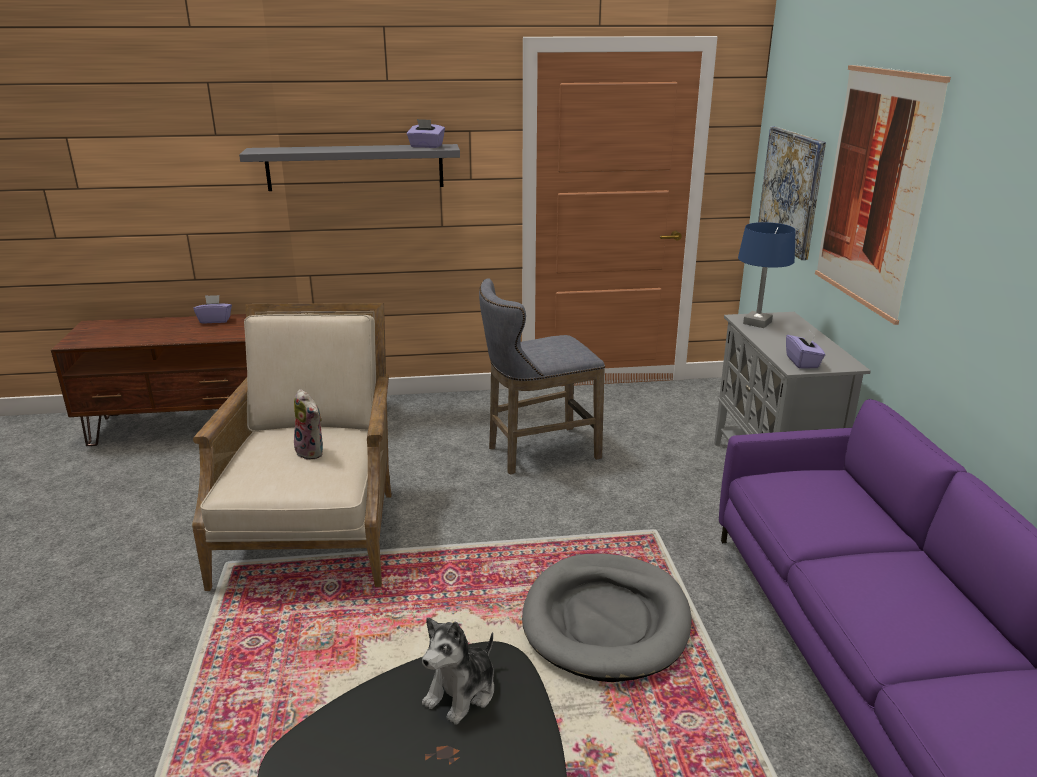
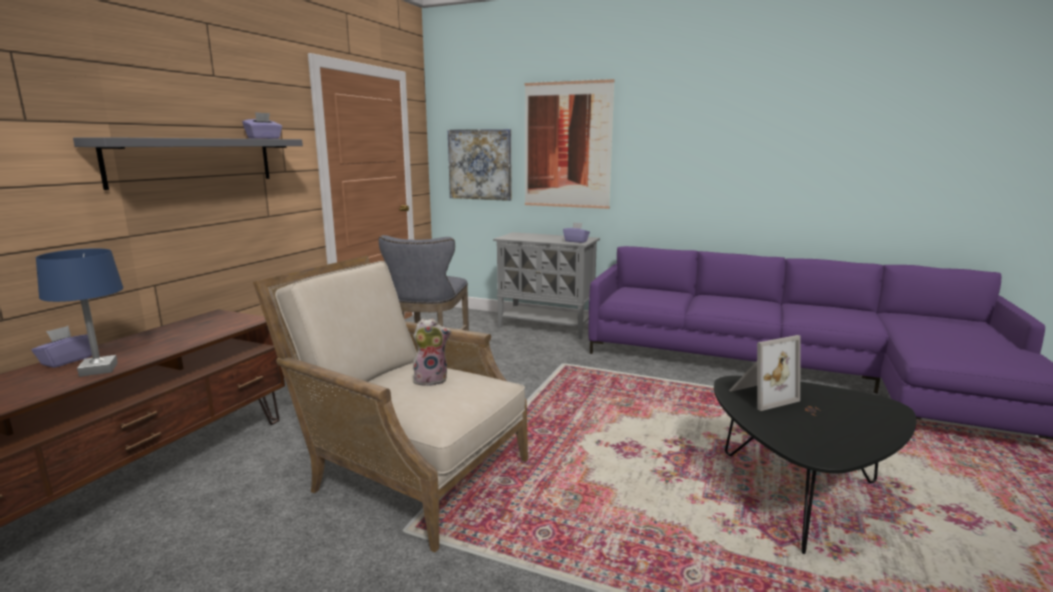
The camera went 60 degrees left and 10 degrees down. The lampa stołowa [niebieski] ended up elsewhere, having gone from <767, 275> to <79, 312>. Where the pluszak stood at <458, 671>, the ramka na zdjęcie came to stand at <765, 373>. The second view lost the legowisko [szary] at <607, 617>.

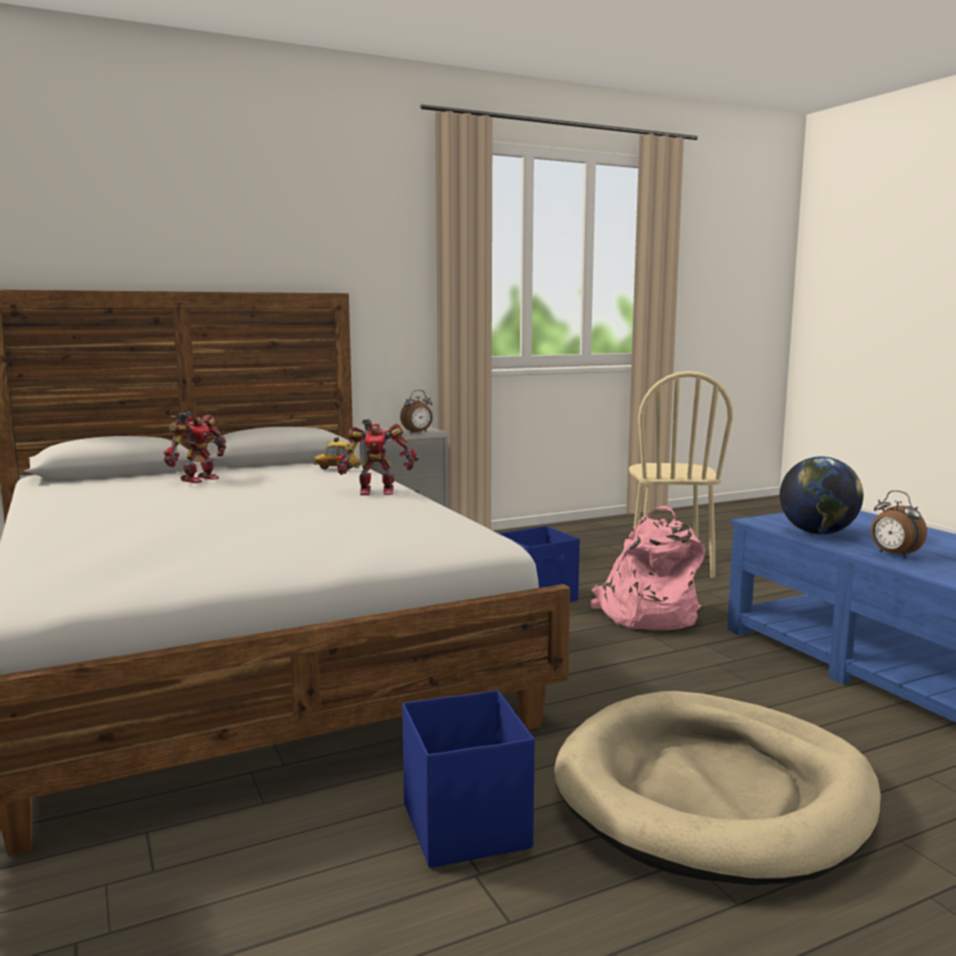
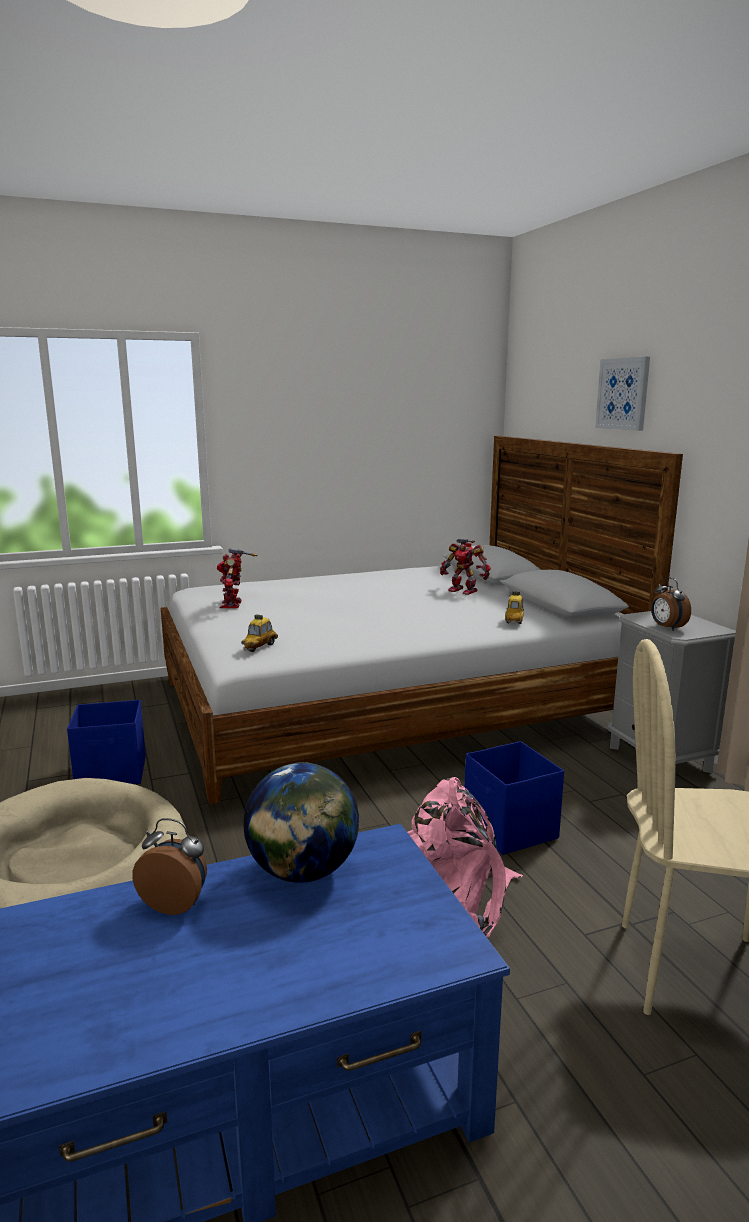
The camera went 95 degrees right and 5 degrees up. The budzik at <899, 524> ended up facing another way, 45 degrees clockwise from before. The robot zabawkowy ended up elsewhere, having gone from <377, 457> to <237, 578>. The second view gained the samochodzik at <259, 633>. The second view gained the obraz at <622, 394>.

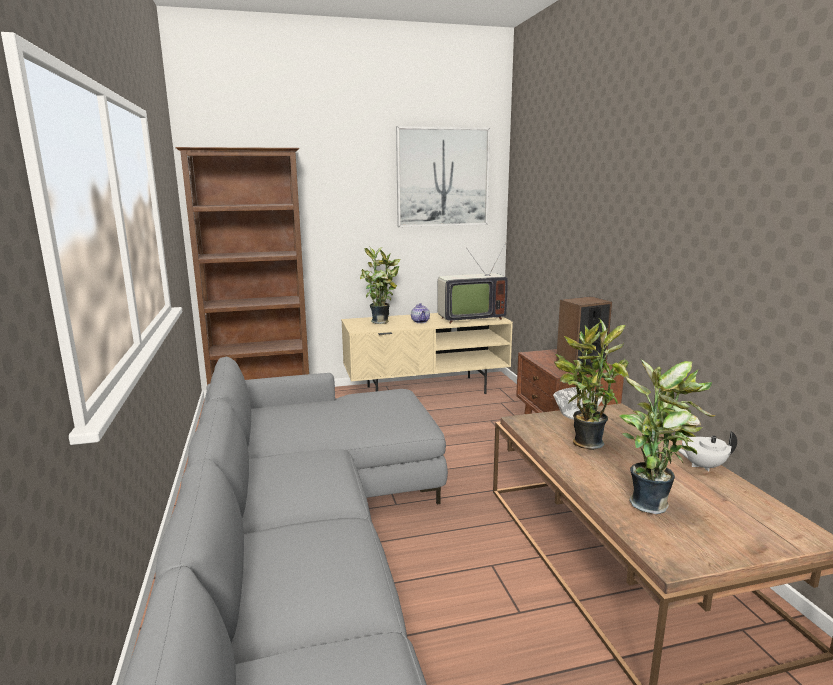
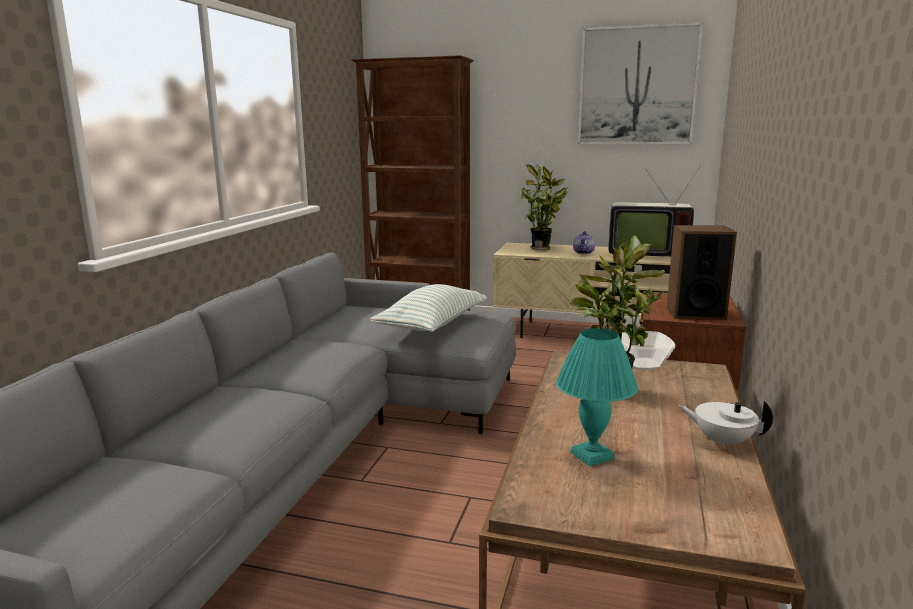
The camera went 30 degrees right and 0 degrees up. The second view gained the poduszka at <428, 308>. Where the roślina doniczkowa stood at <667, 436>, the lampa stołowa [turkusowy] came to stand at <597, 397>.

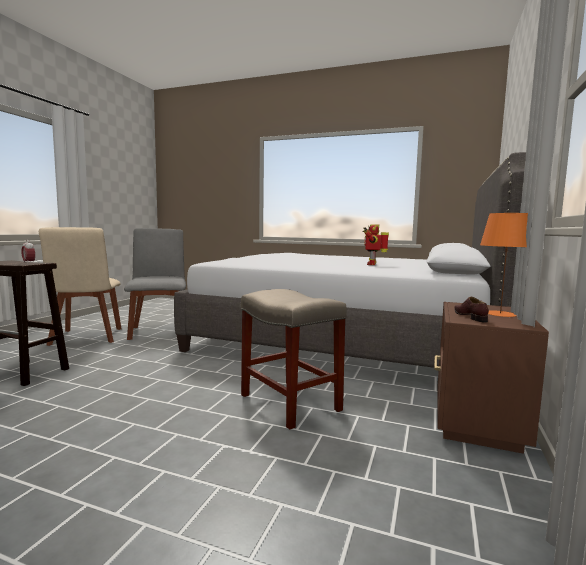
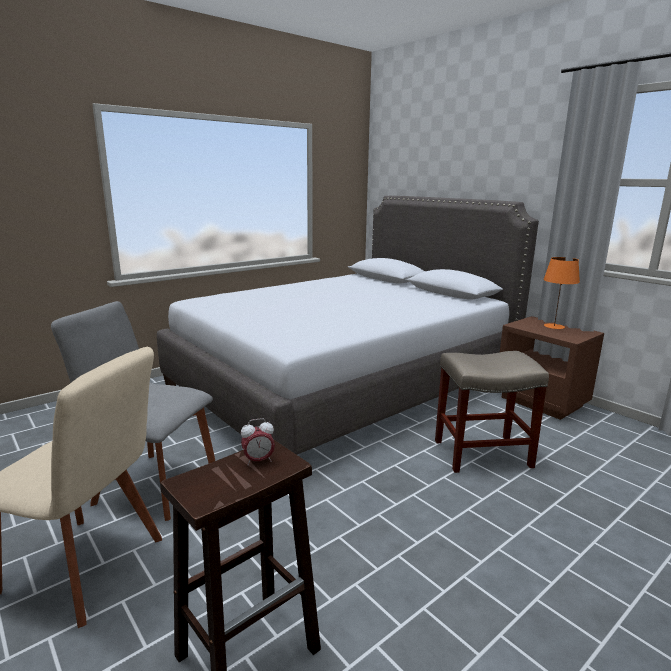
The camera went 60 degrees left and 10 degrees up. The second view lost the robot zabawkowy at <376, 244>. The second view lost the but [brązowy] at <471, 310>.

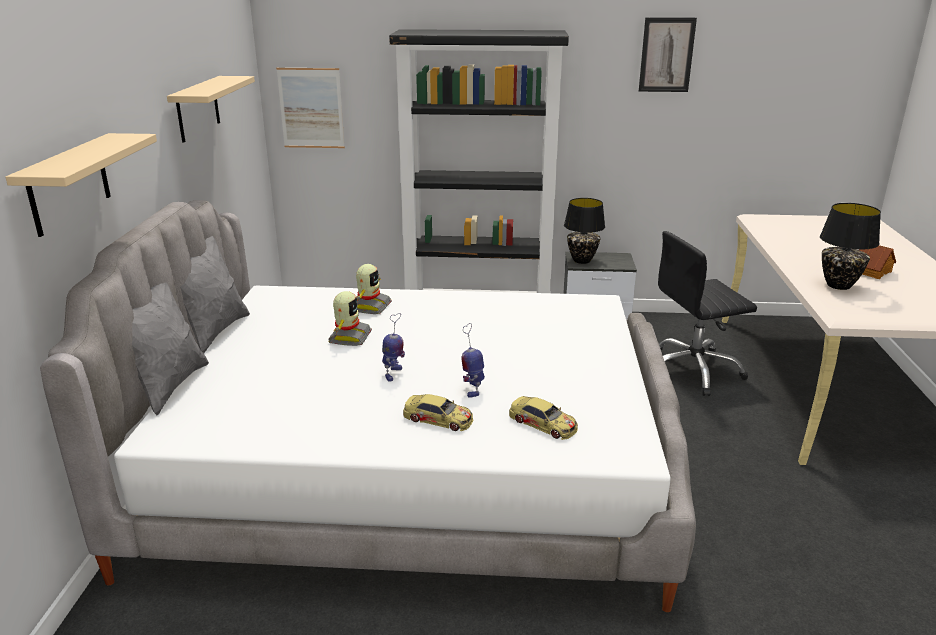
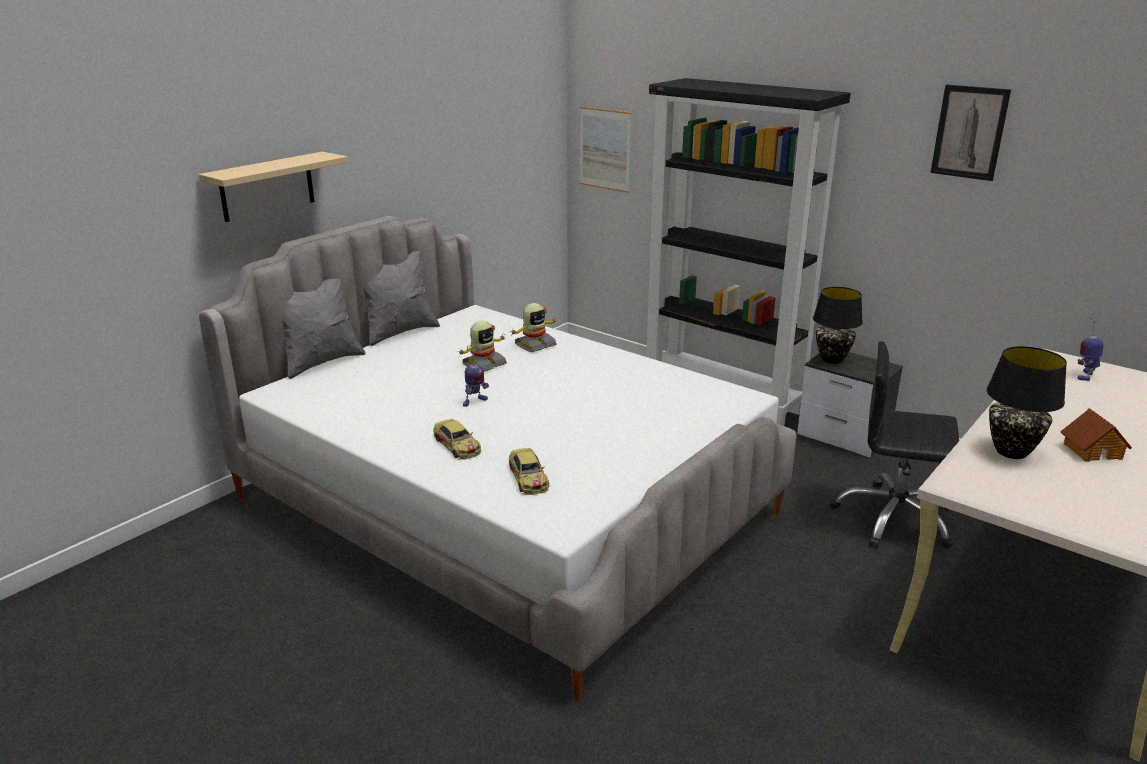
The camera went 35 degrees right and 0 degrees up. The robot zabawkowy ended up elsewhere, having gone from <473, 360> to <1090, 346>. The second view lost the półka [beżowy] at <211, 109>.

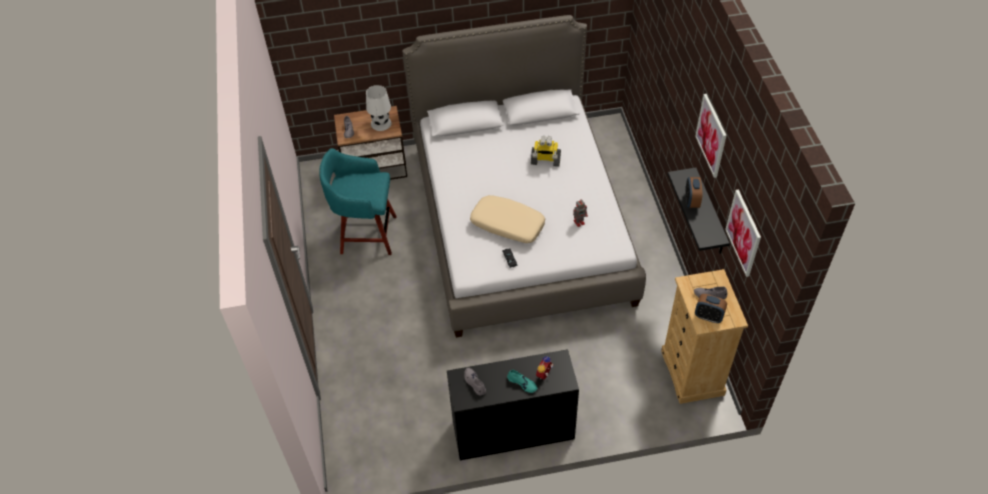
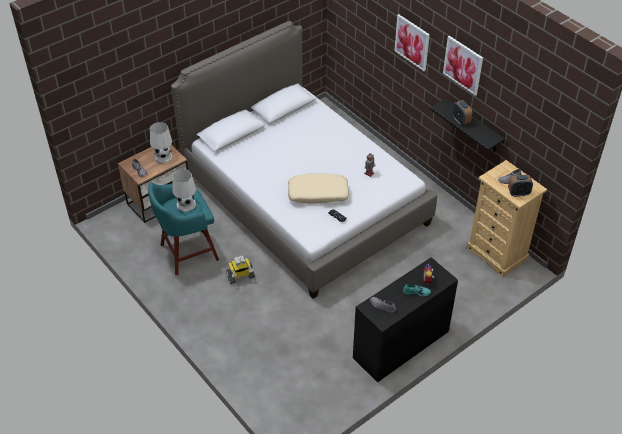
The camera went 30 degrees left and 5 degrees down. The second view gained the lampa stołowa [biały] at <184, 190>. The robot zabawkowy ended up elsewhere, having gone from <546, 151> to <240, 269>. The obraz ended up elsewhere, having gone from <743, 233> to <412, 42>.

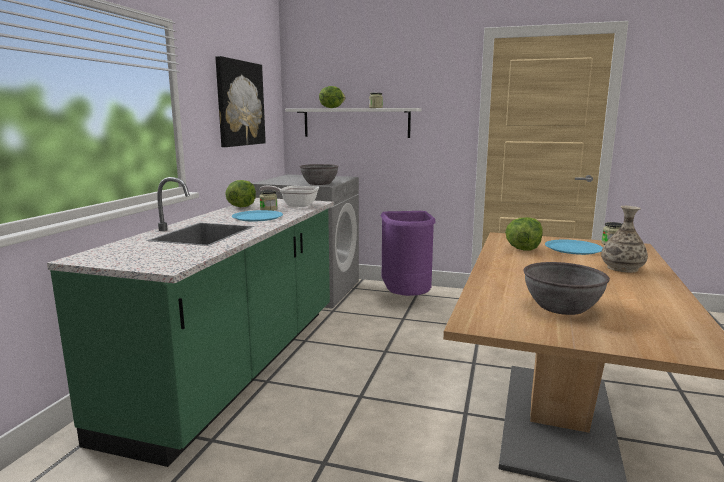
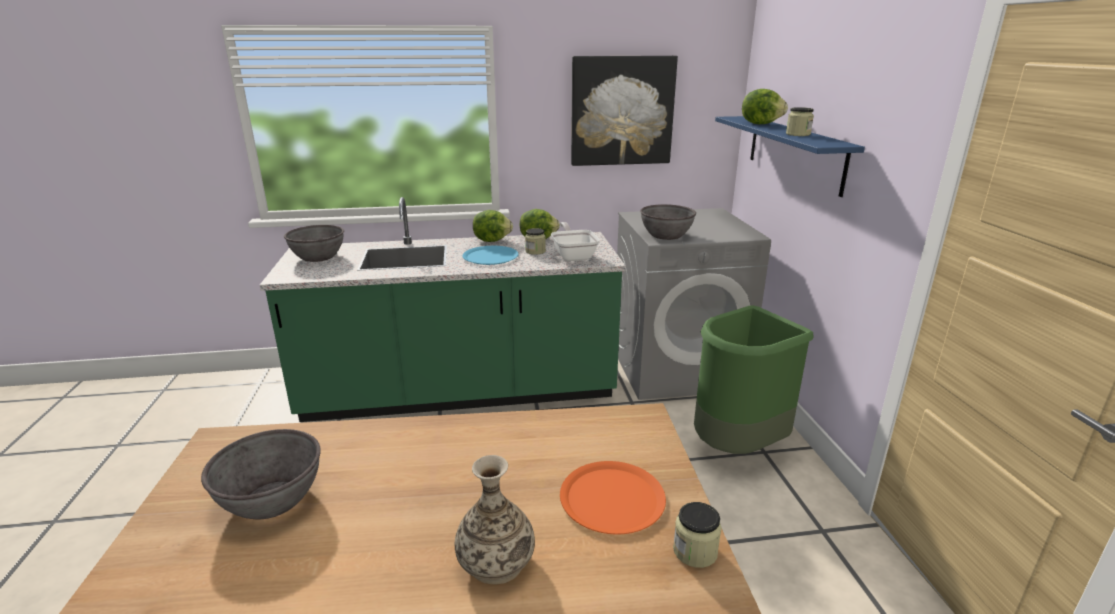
The camera went 65 degrees right and 10 degrees up. The second view gained the miska [szary] at <314, 243>. The sałata ended up elsewhere, having gone from <524, 234> to <493, 226>. What was the talerz [niebieski] at <574, 247> turned into the talerz [pomarańczowy] at <613, 497>. What was the kosz na śmieci [fioletowy] at <408, 253> turned into the kosz na śmieci [zielony] at <753, 379>. What was the półka [biały] at <353, 123> turned into the półka [niebieski] at <790, 156>.

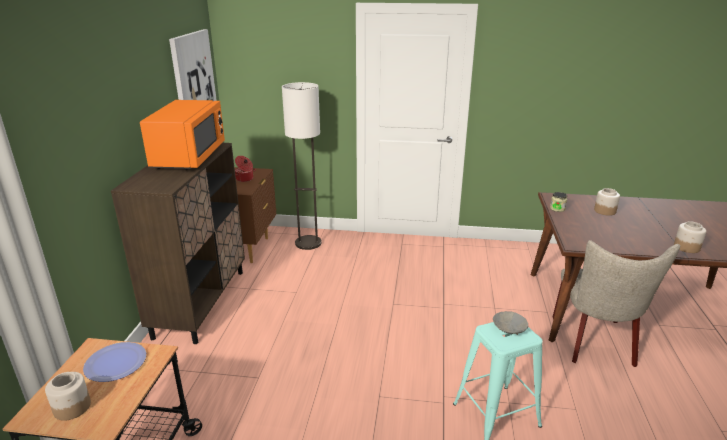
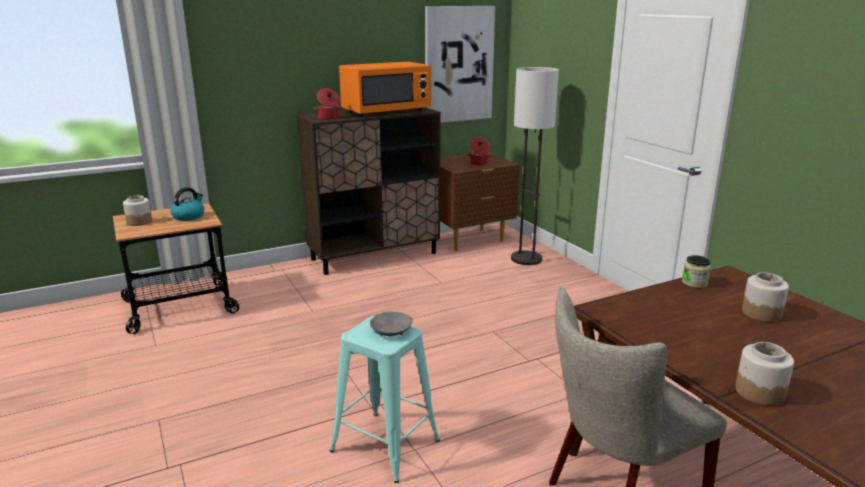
The camera went 55 degrees right and 5 degrees down. Where the talerz stood at <114, 362>, the czajnik came to stand at <187, 204>. The second view gained the garnek at <328, 104>.

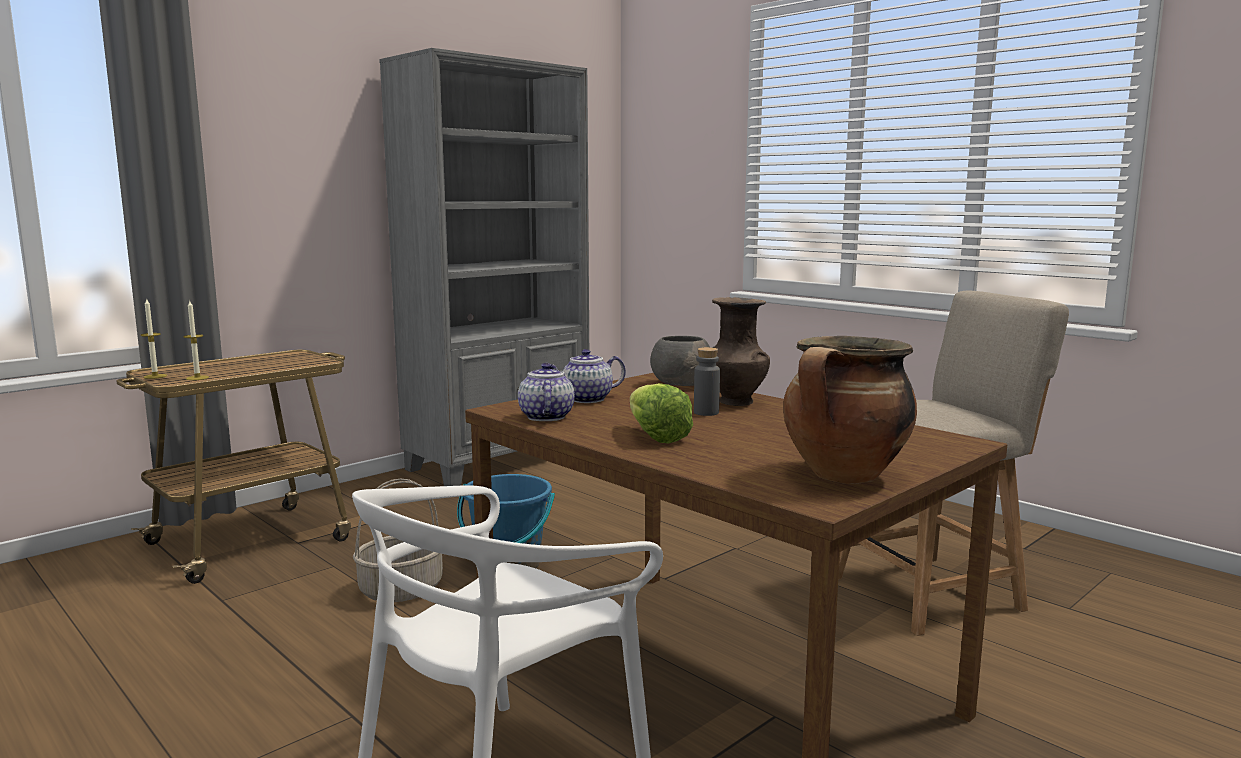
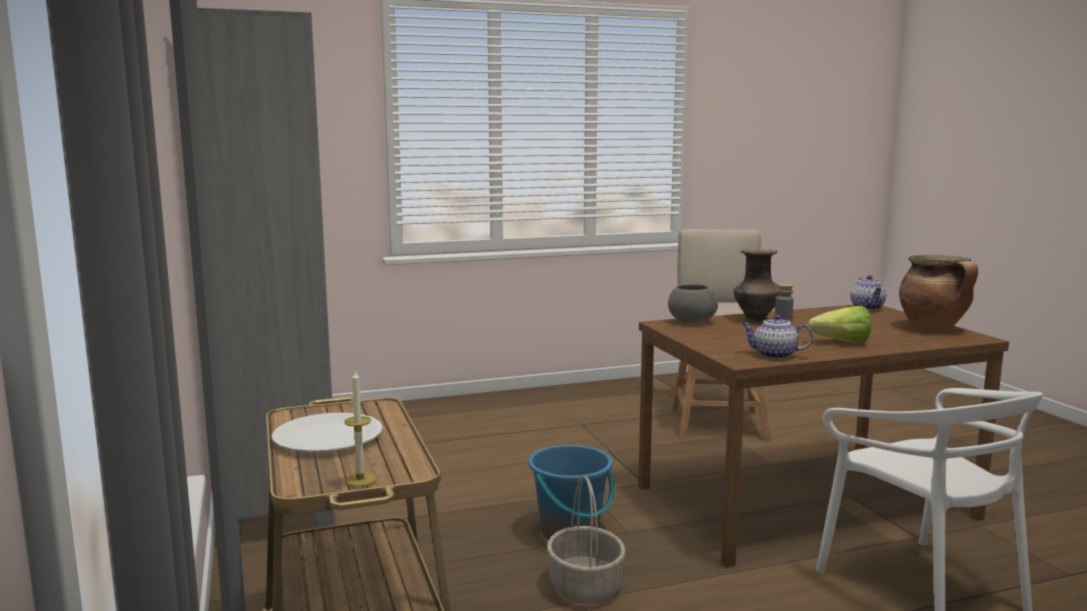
The camera went 65 degrees left and 0 degrees up. The second view gained the talerz [biały] at <327, 432>. The imbryk ended up elsewhere, having gone from <588, 376> to <868, 292>. The second view lost the świeca at <196, 340>.

